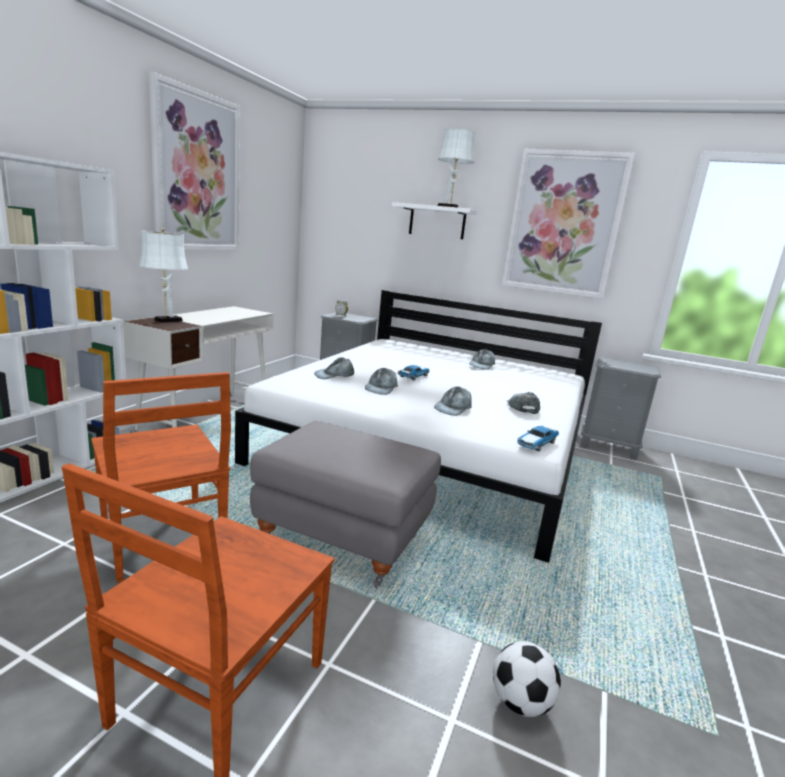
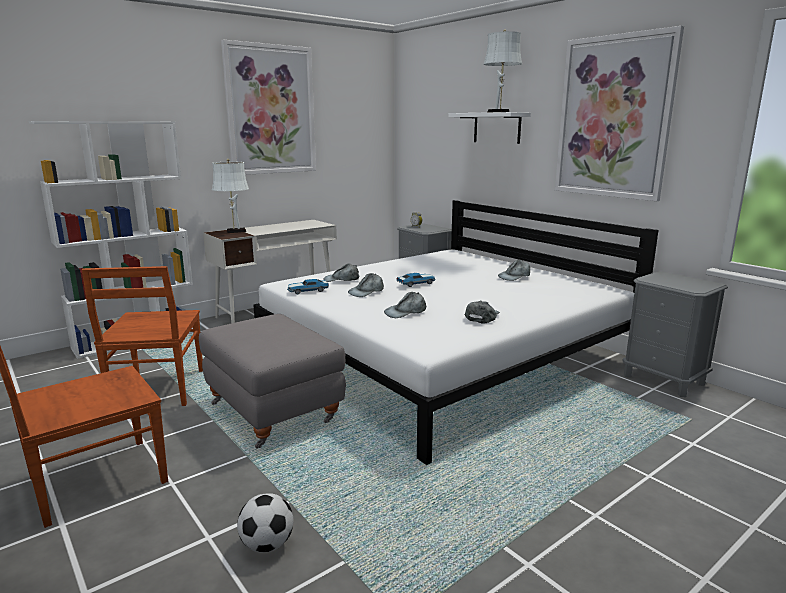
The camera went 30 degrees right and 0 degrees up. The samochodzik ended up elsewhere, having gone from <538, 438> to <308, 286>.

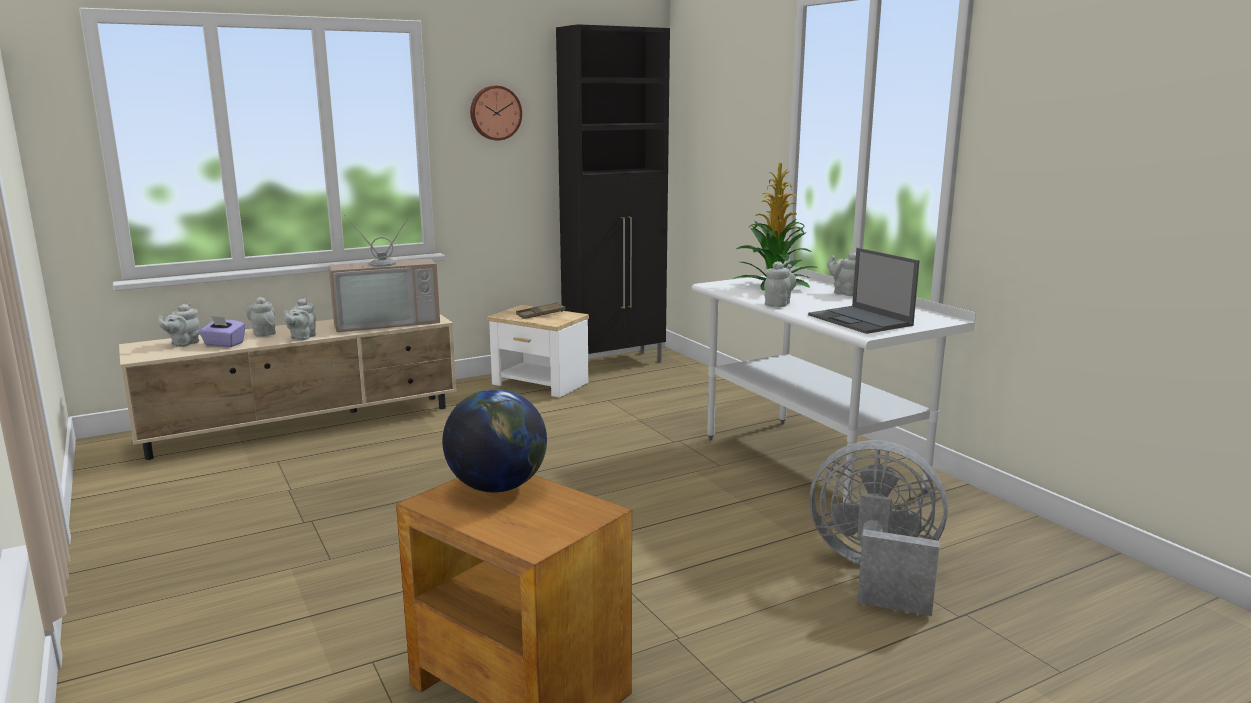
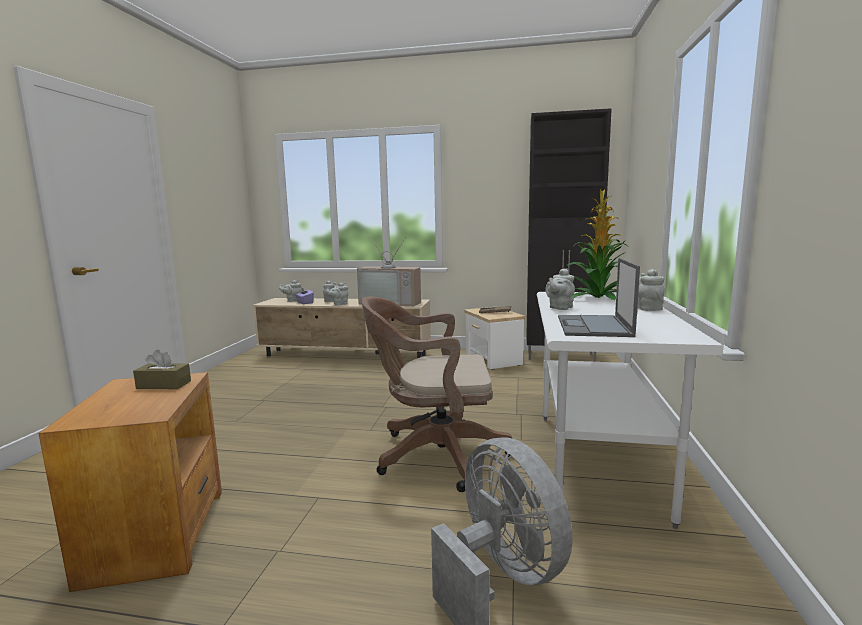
The camera went 40 degrees right and 5 degrees down. Where the globus stood at <495, 441>, the pudełko chusteczek [brązowy] came to stand at <162, 369>. The second view gained the krzesło biurowe [brązowy] at <437, 394>. The imbryk [szary] at <780, 284> ended up facing another way, 150 degrees clockwise from before. The second view lost the zegar ścienny at <496, 113>.

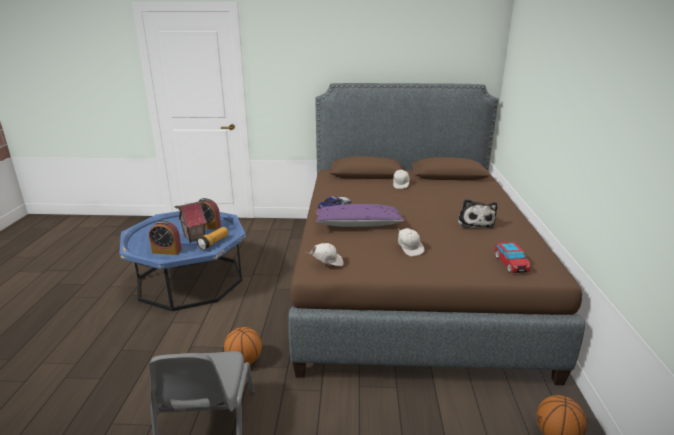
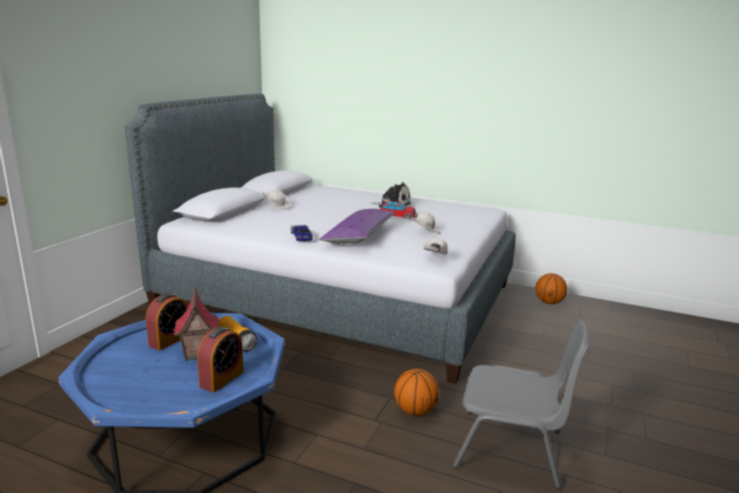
The camera went 70 degrees left and 5 degrees down. What was the łóżko [brązowy] at <436, 234> turned into the łóżko [szary] at <320, 239>. The samochodzik ended up elsewhere, having gone from <513, 257> to <398, 210>.

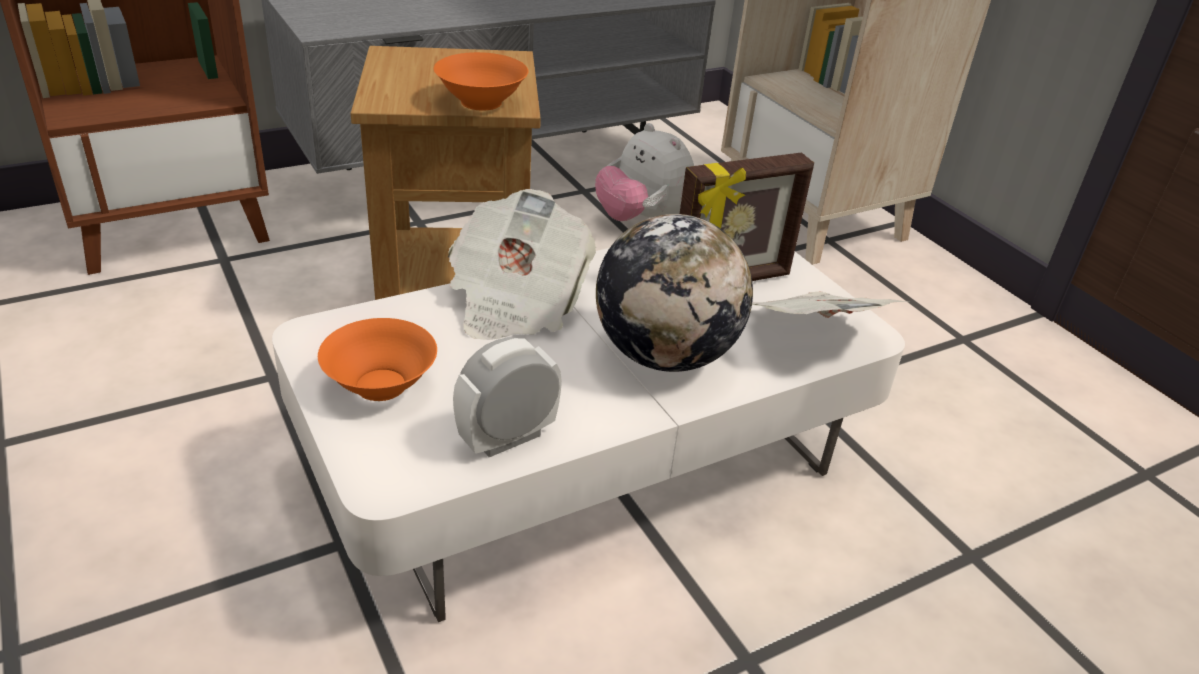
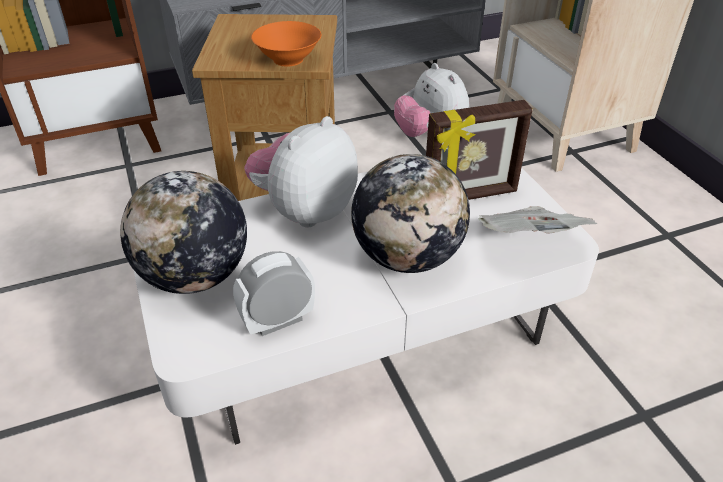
The camera went 10 degrees right and 5 degrees up. Where the miska [pomarańczowy] stood at <377, 359>, the globus came to stand at <183, 232>. Where the gazeta stood at <522, 264>, the pluszak came to stand at <301, 172>.

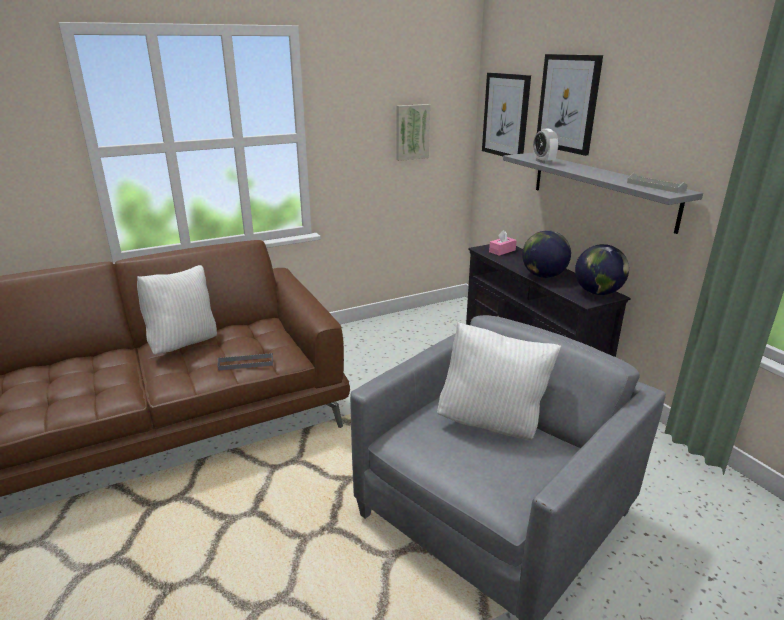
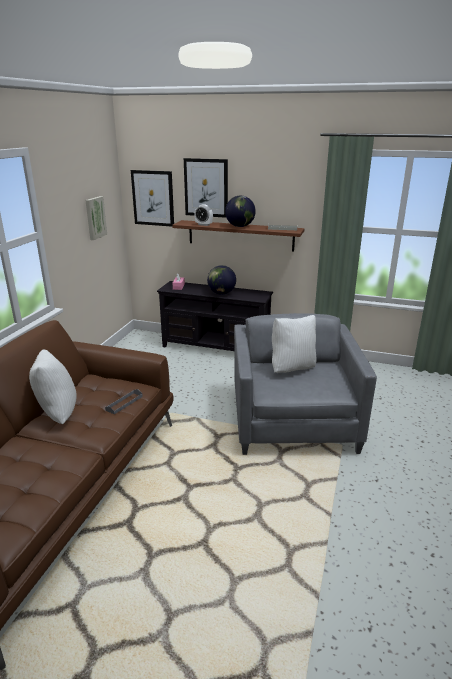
The camera went 45 degrees left and 0 degrees up. What was the półka [szary] at <603, 193> turned into the półka [brązowy] at <238, 235>. The globus ended up elsewhere, having gone from <602, 269> to <240, 211>.

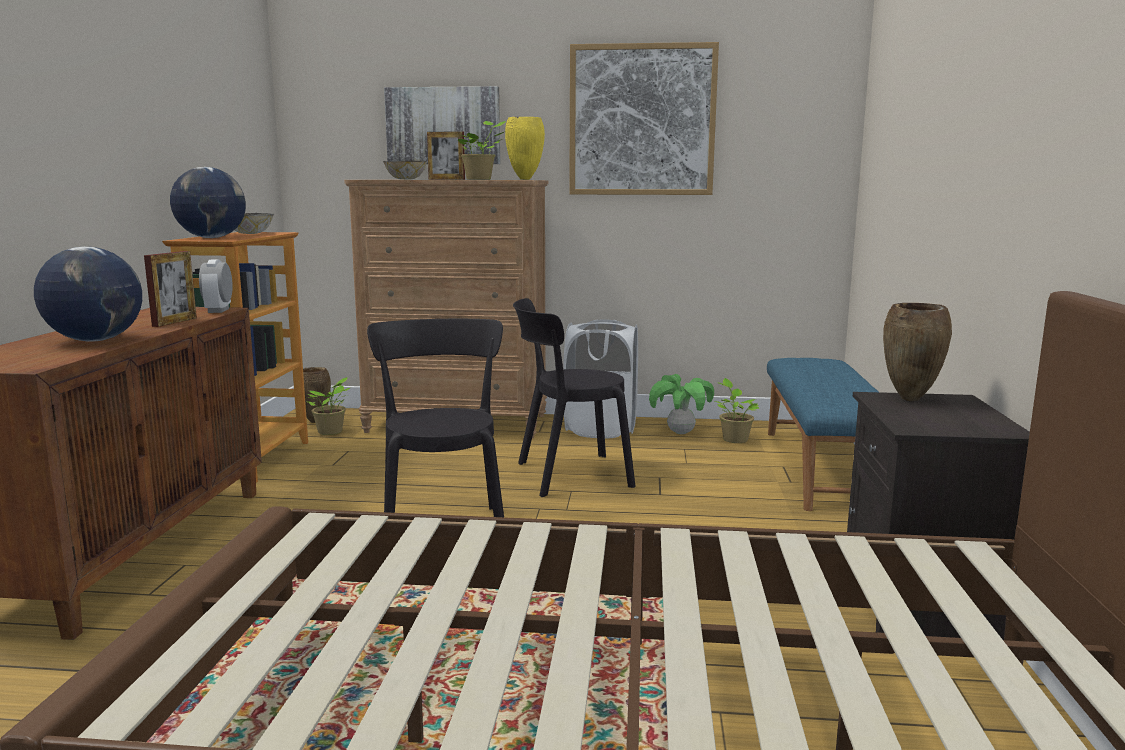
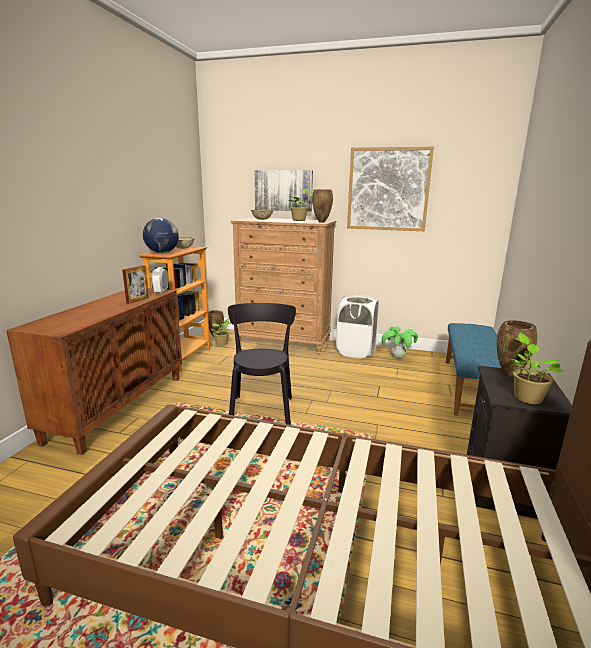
The camera went 10 degrees right and 5 degrees up. What was the wazon [żółty] at <525, 148> turned into the wazon [brązowy] at <322, 206>. The roślina doniczkowa ended up elsewhere, having gone from <737, 410> to <538, 368>. The second view lost the globus at <88, 294>. The second view lost the ramka na zdjęcie at <446, 155>. The second view lost the krzesło [czarny] at <574, 397>.

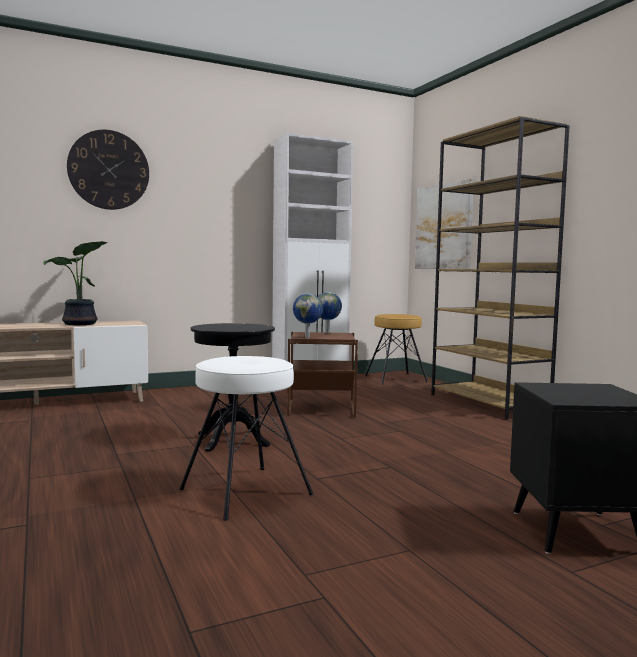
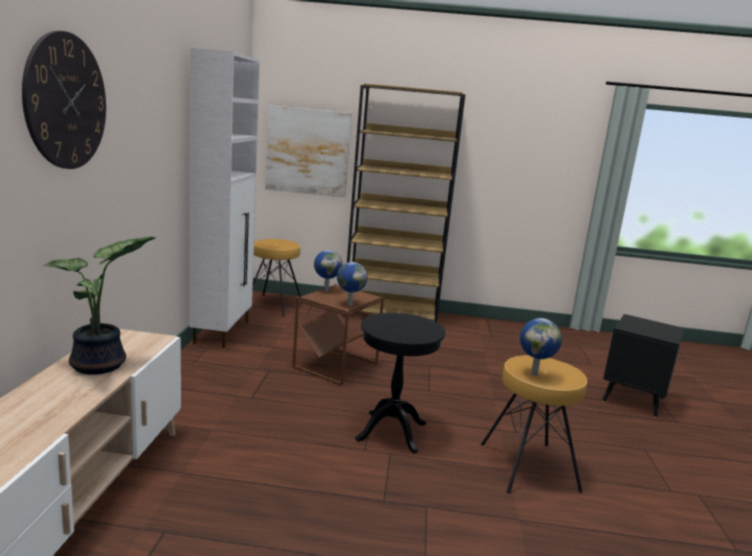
The camera went 60 degrees left and 10 degrees up. What was the stołek [biały] at <246, 438> turned into the stołek [brązowy] at <534, 424>. The second view gained the globus at <541, 347>.

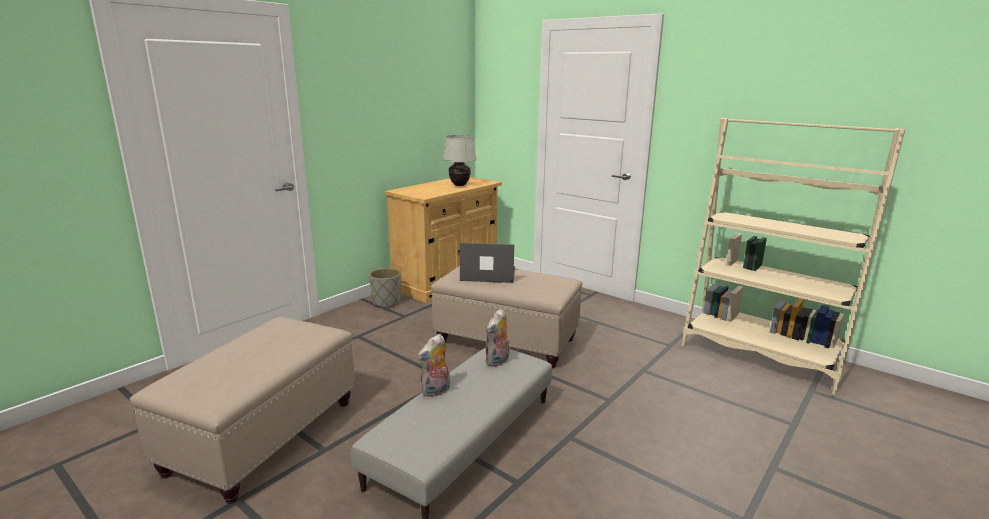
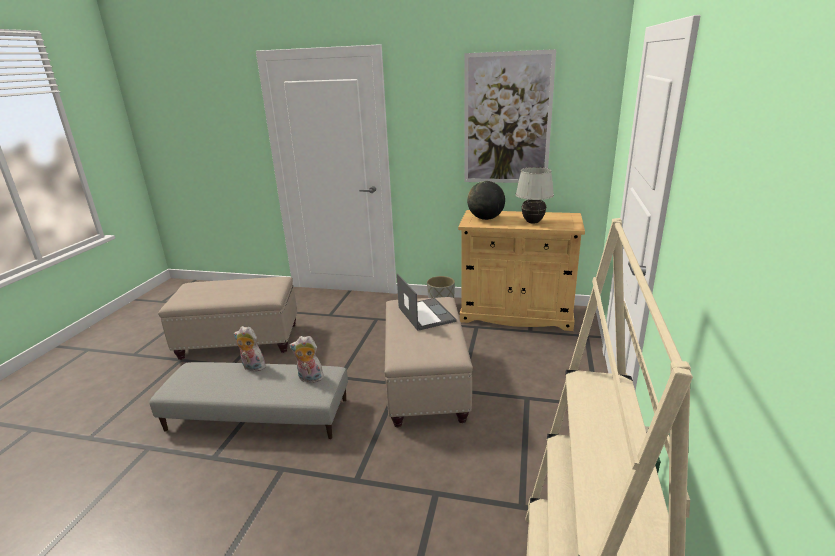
The camera went 65 degrees right and 5 degrees up. The second view gained the obraz at <510, 116>. The second view gained the globus at <486, 200>.

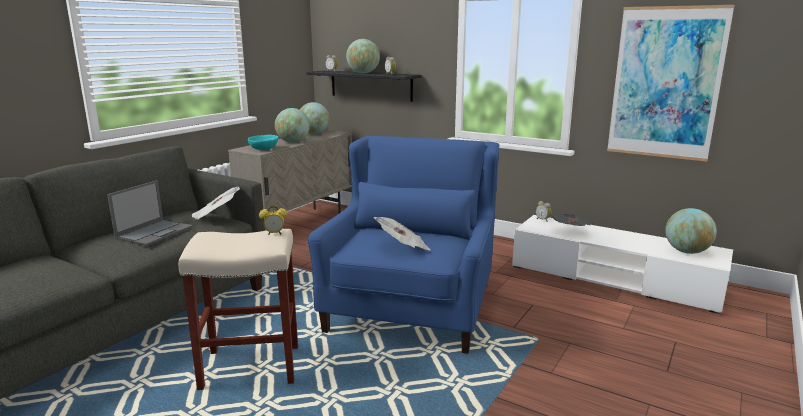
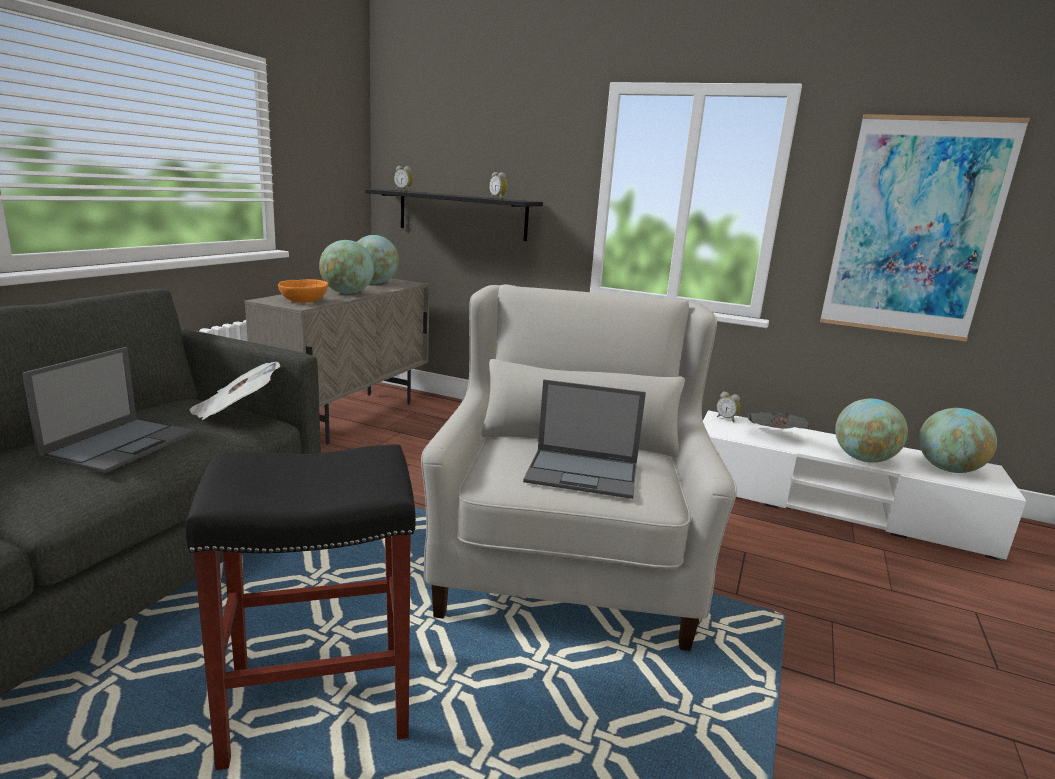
The camera went 10 degrees left and 0 degrees up. What was the stołek [beżowy] at <238, 309> turned into the stołek [czarny] at <300, 607>. What was the miska [turkusowy] at <263, 142> turned into the miska [pomarańczowy] at <303, 291>. What was the fotel [niebieski] at <403, 245> turned into the fotel [biały] at <579, 467>. Where the gazeta stood at <401, 233>, the laptop came to stand at <584, 439>. The globus ended up elsewhere, having gone from <363, 56> to <871, 431>. The second view lost the budzik at <273, 220>.

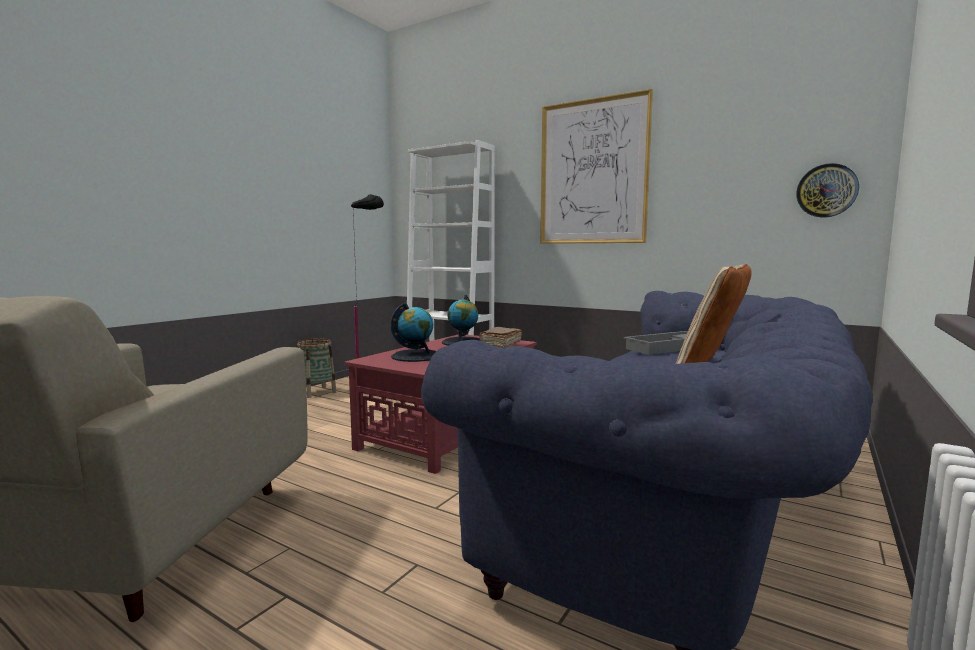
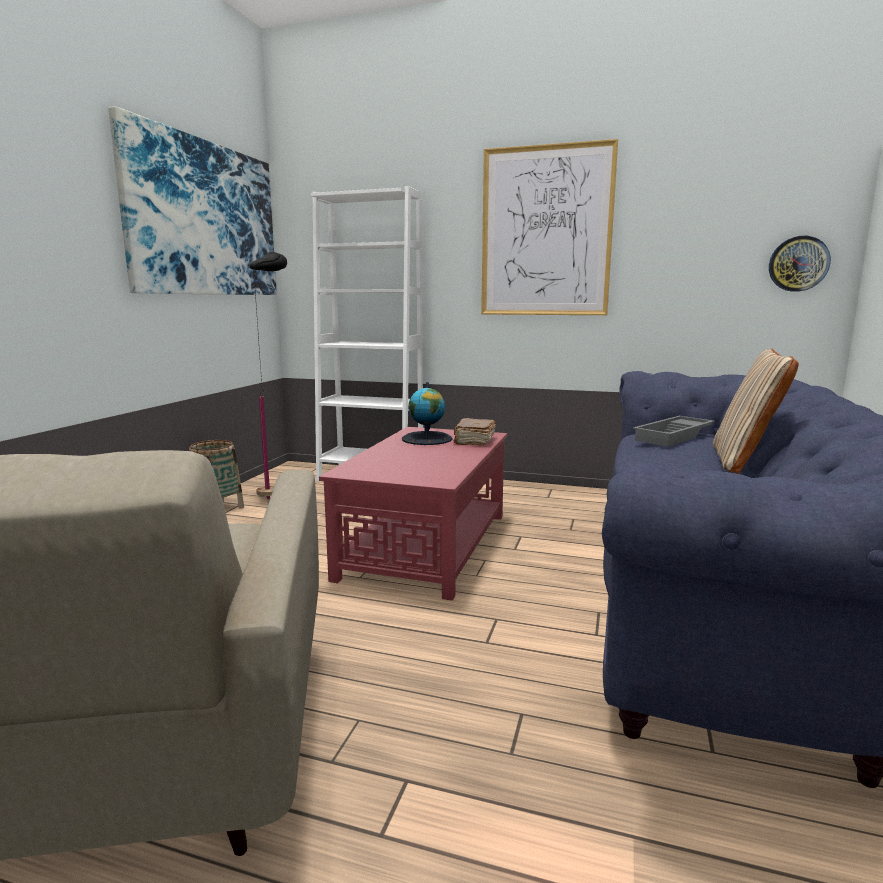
The camera went 15 degrees left and 5 degrees up. The second view gained the obraz at <192, 200>. The second view lost the globus at <413, 332>.

